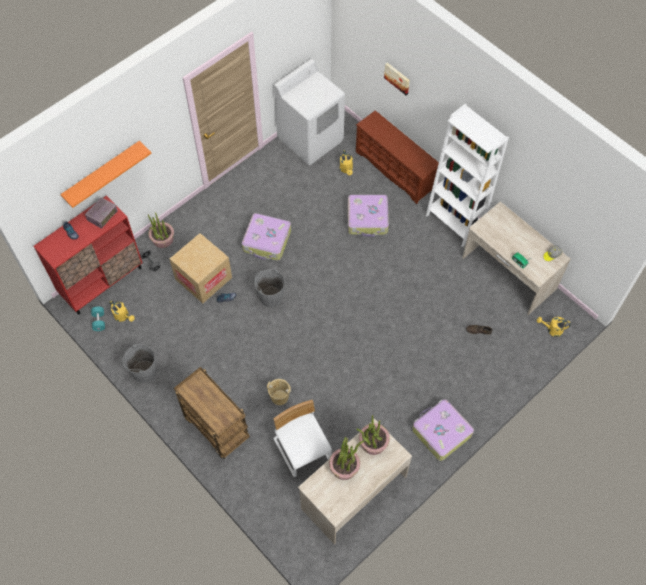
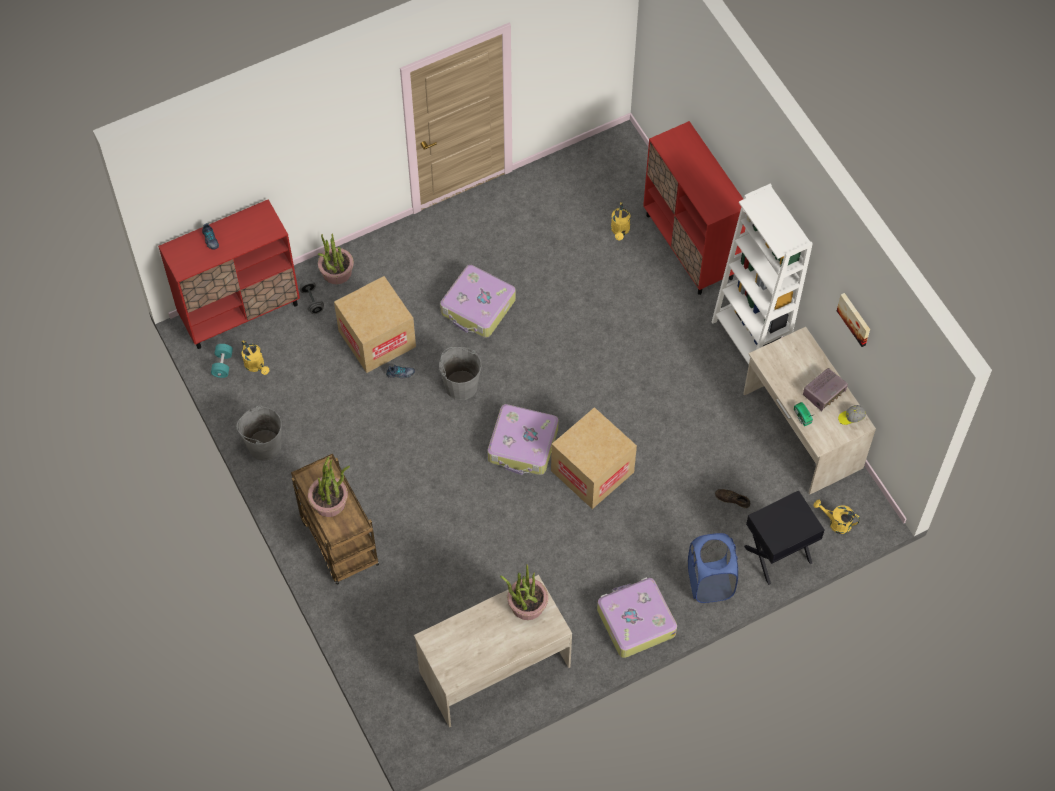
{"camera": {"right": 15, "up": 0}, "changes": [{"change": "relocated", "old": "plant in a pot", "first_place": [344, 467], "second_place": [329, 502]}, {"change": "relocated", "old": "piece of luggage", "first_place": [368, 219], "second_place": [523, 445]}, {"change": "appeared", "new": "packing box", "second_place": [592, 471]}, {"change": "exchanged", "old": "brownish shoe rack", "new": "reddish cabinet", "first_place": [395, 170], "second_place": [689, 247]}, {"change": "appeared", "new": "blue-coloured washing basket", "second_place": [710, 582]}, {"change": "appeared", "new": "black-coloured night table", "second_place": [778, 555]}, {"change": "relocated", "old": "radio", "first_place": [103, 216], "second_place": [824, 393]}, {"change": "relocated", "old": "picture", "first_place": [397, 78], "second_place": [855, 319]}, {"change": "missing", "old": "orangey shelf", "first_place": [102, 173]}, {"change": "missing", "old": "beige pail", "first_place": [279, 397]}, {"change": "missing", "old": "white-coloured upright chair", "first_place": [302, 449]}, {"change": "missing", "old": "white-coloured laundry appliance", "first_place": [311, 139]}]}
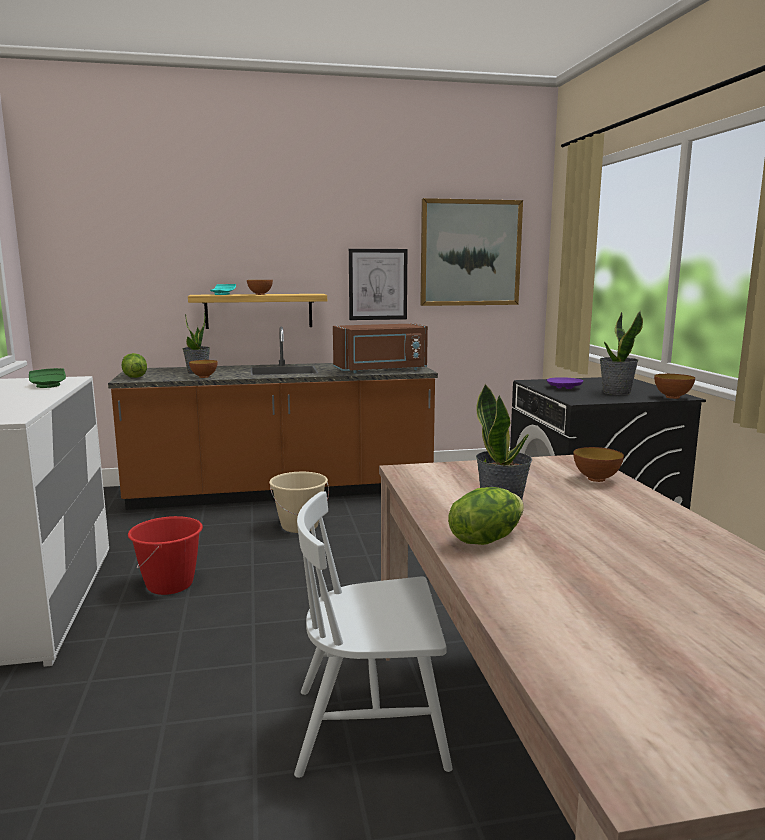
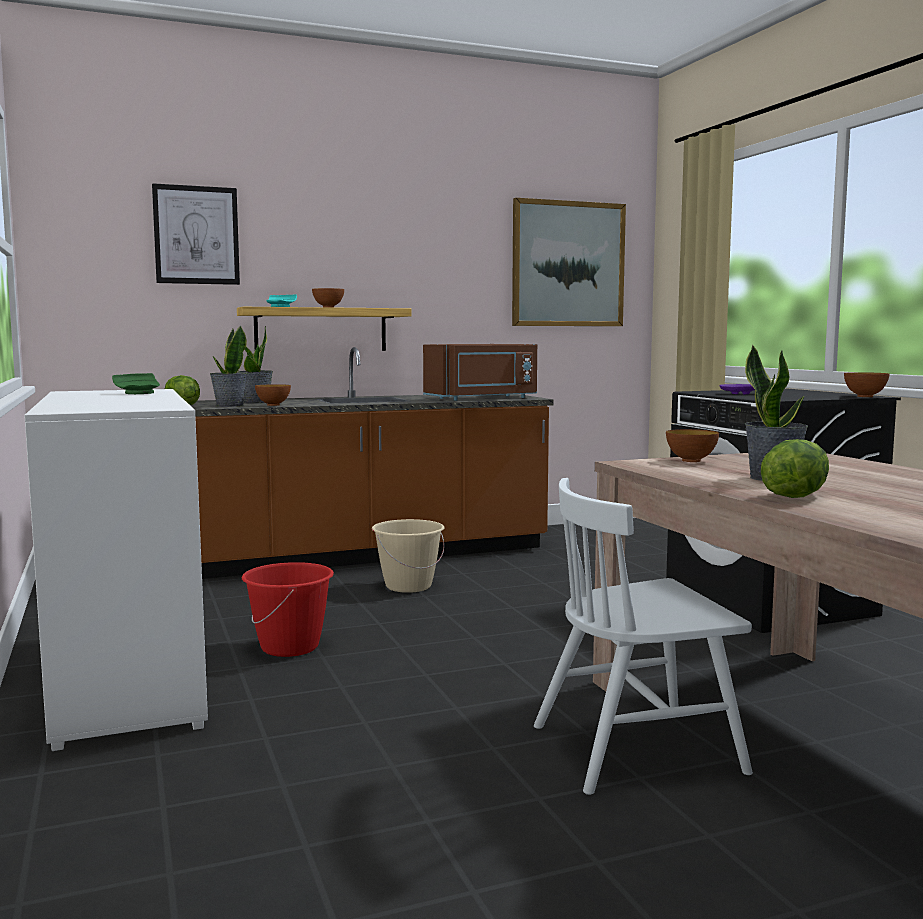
{"camera": {"right": -10, "up": -5}, "changes": [{"change": "relocated", "old": "picture", "first_place": [378, 284], "second_place": [196, 235]}, {"change": "relocated", "old": "plant in a pot", "first_place": [616, 392], "second_place": [229, 406]}, {"change": "relocated", "old": "serving bowl", "first_place": [596, 479], "second_place": [691, 461]}]}
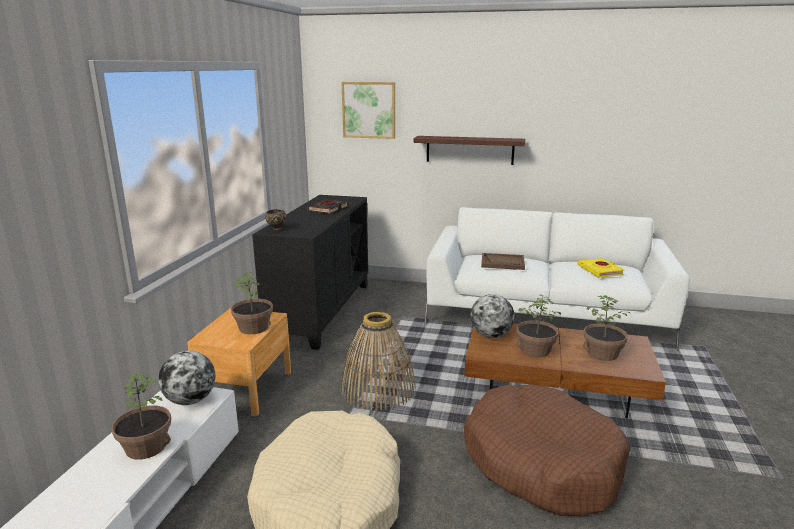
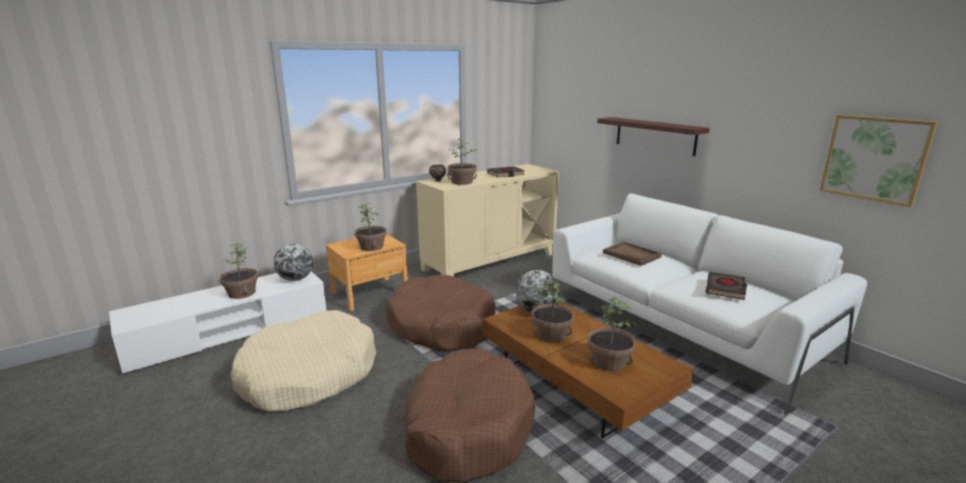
{"camera": {"right": 40, "up": 0}, "changes": [{"change": "exchanged", "old": "storage basket", "new": "brownish dog cushion", "first_place": [378, 389], "second_place": [441, 325]}, {"change": "colour", "old": "black-coloured cabinet", "new": "beige cabinet", "first_place": [320, 311], "second_place": [489, 261]}, {"change": "appeared", "new": "plant in a pot", "second_place": [462, 182]}, {"change": "colour", "old": "yellow bound book", "new": "black-coloured bound book", "first_place": [600, 270], "second_place": [725, 289]}, {"change": "relocated", "old": "picture", "first_place": [369, 110], "second_place": [874, 158]}]}
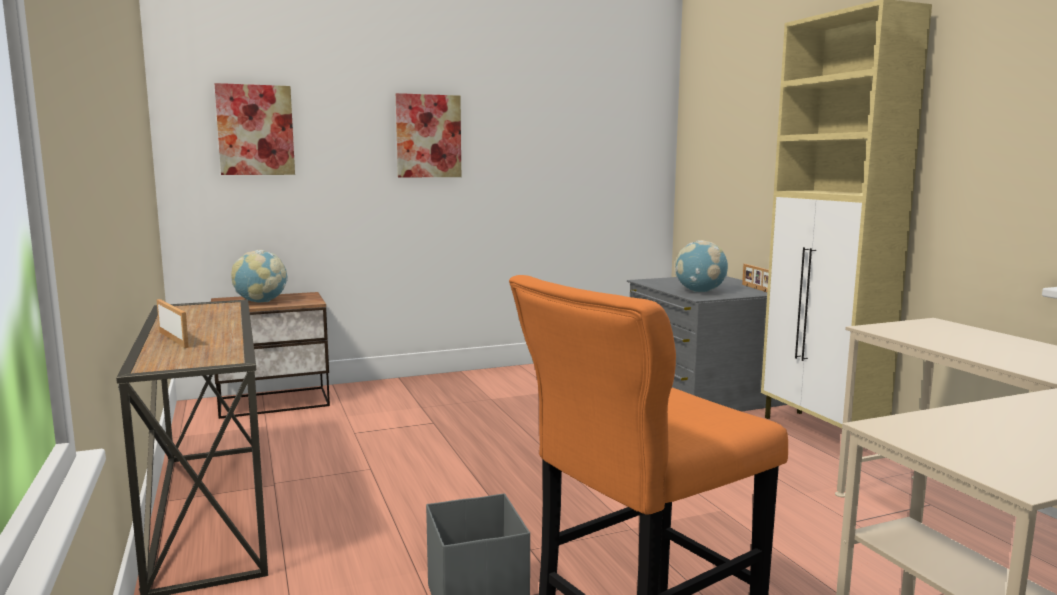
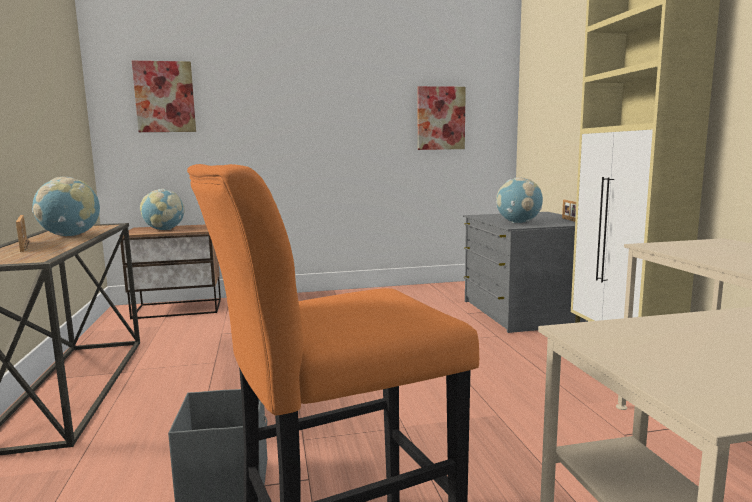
{"camera": {"right": 10, "up": 0}, "changes": [{"change": "appeared", "new": "globe", "second_place": [70, 236]}, {"change": "relocated", "old": "picture", "first_place": [428, 136], "second_place": [440, 118]}]}
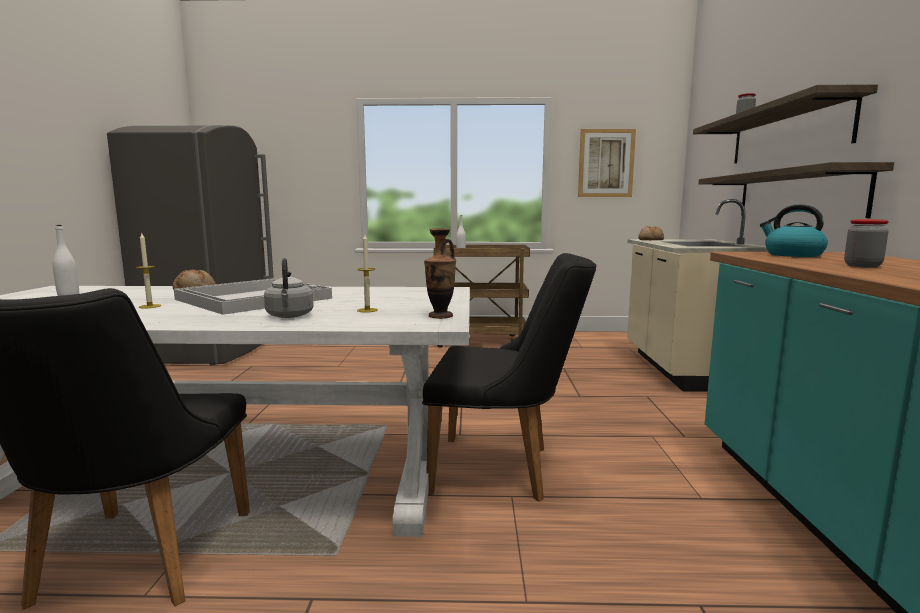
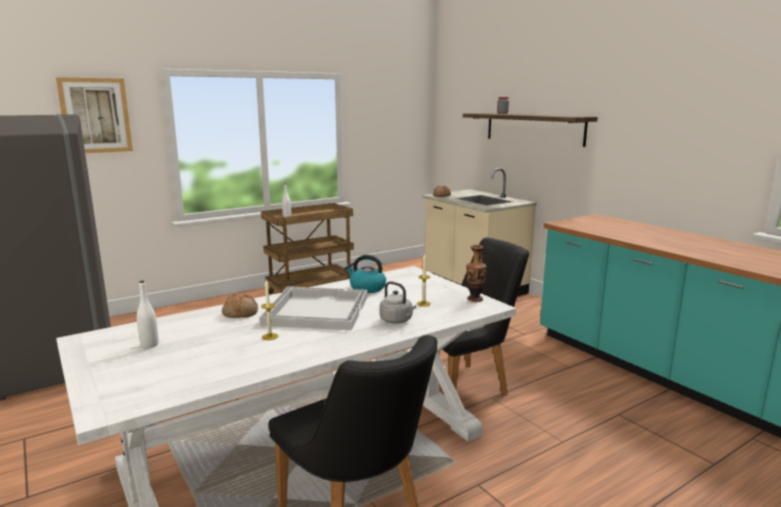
{"camera": {"right": -35, "up": 5}, "changes": [{"change": "relocated", "old": "picture", "first_place": [606, 163], "second_place": [95, 115]}, {"change": "relocated", "old": "water kettle", "first_place": [792, 255], "second_place": [367, 288]}, {"change": "missing", "old": "shelf", "first_place": [796, 194]}, {"change": "missing", "old": "preserve jar", "first_place": [862, 266]}]}
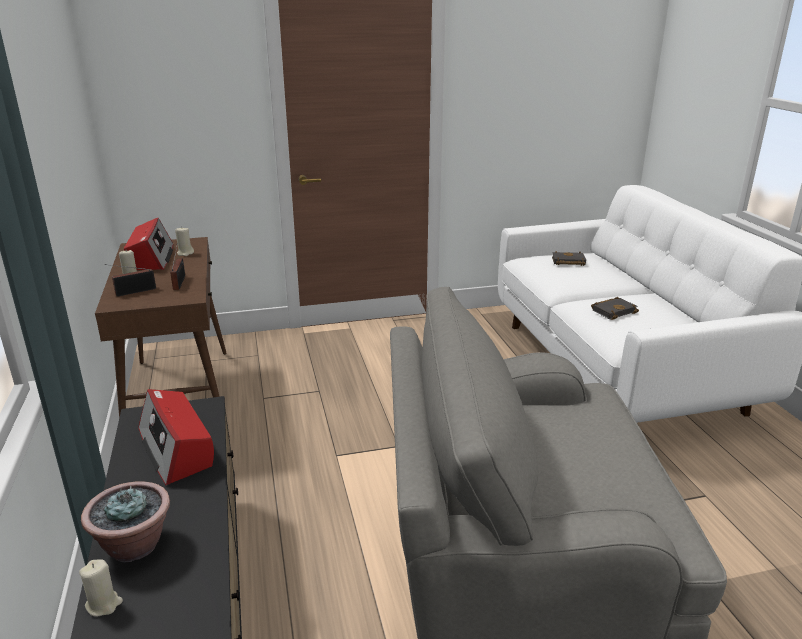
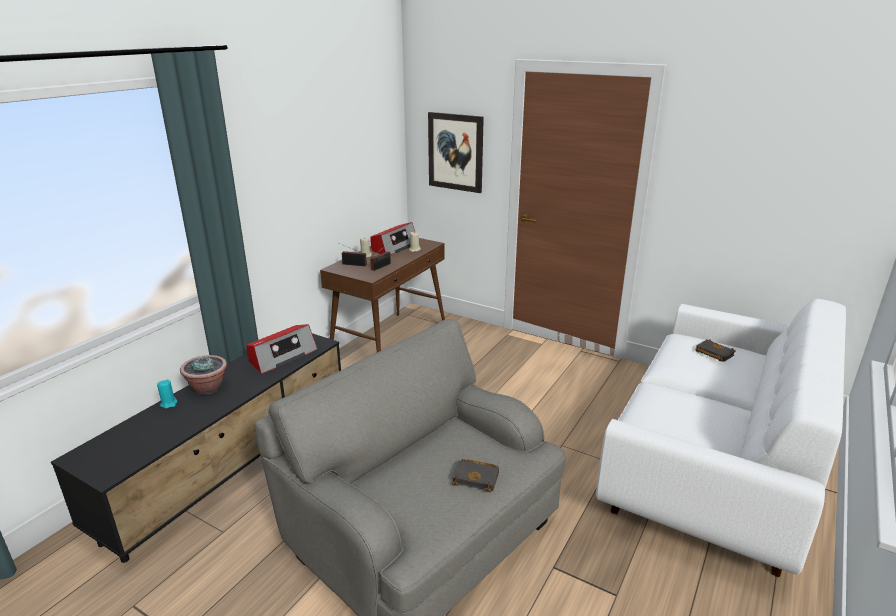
{"camera": {"right": 45, "up": 0}, "changes": [{"change": "colour", "old": "beige wax candle", "new": "blue-green wax candle", "first_place": [104, 604], "second_place": [169, 403]}, {"change": "spun", "old": "radio", "first_place": [176, 448], "second_place": [282, 356], "degrees": -150}, {"change": "appeared", "new": "picture", "second_place": [455, 152]}, {"change": "relocated", "old": "black-coloured bound book", "first_place": [613, 311], "second_place": [477, 477]}]}
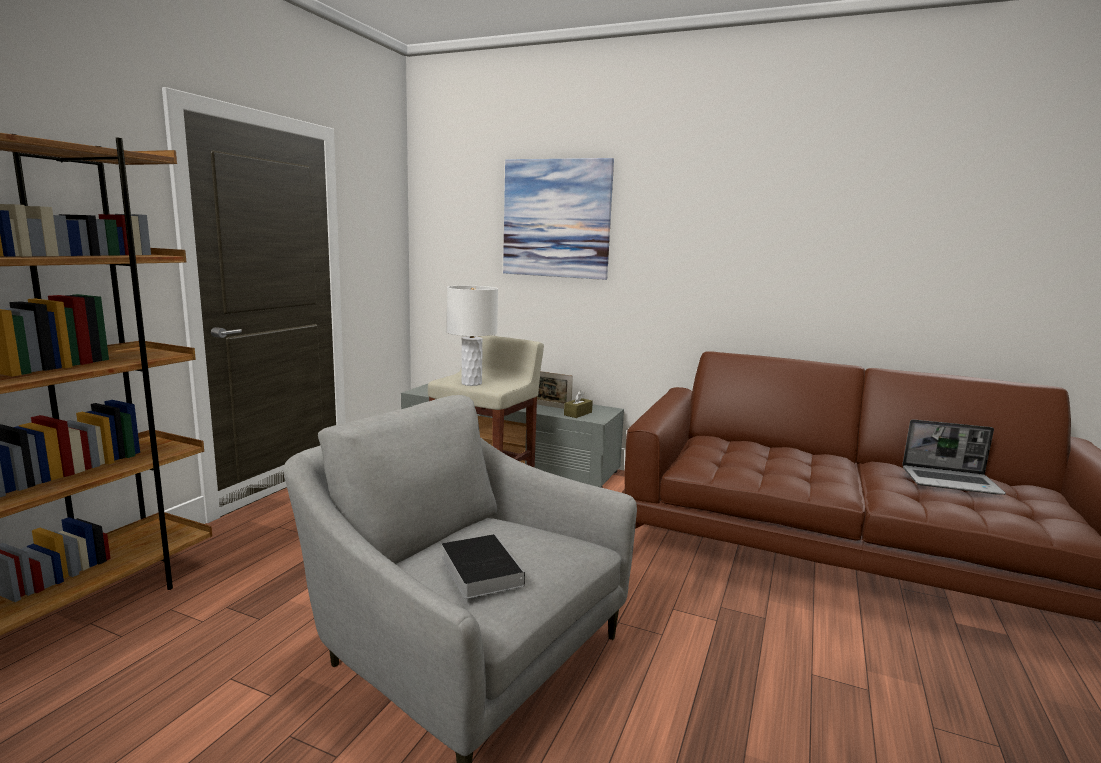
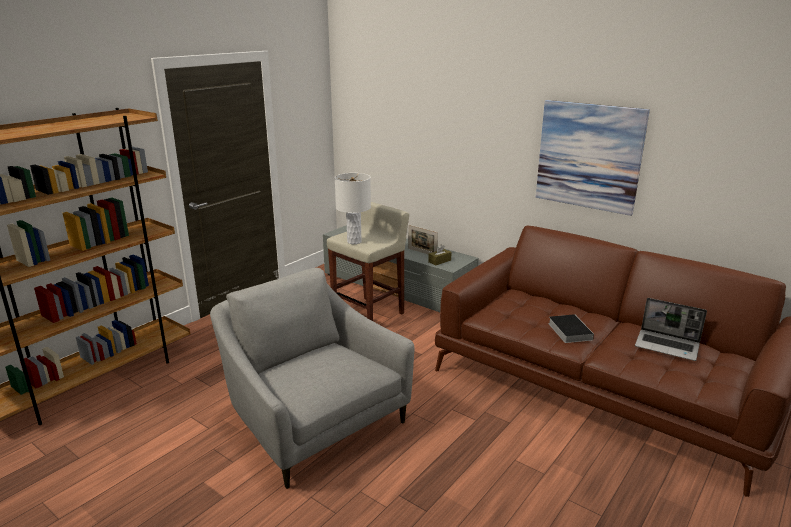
{"camera": {"right": 15, "up": 10}, "changes": [{"change": "relocated", "old": "picture", "first_place": [556, 219], "second_place": [589, 156]}, {"change": "relocated", "old": "bound book", "first_place": [479, 569], "second_place": [568, 330]}]}
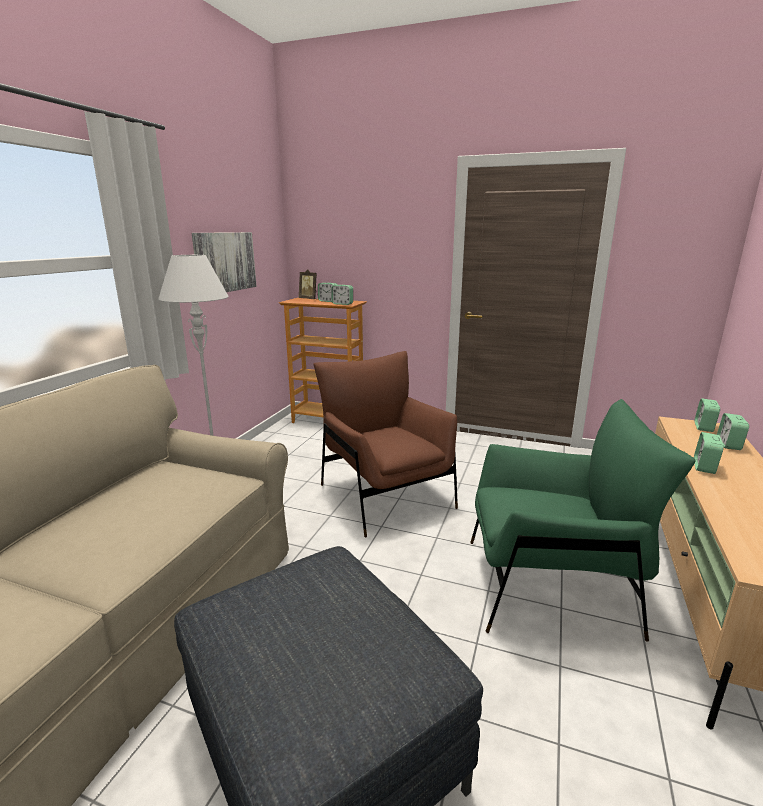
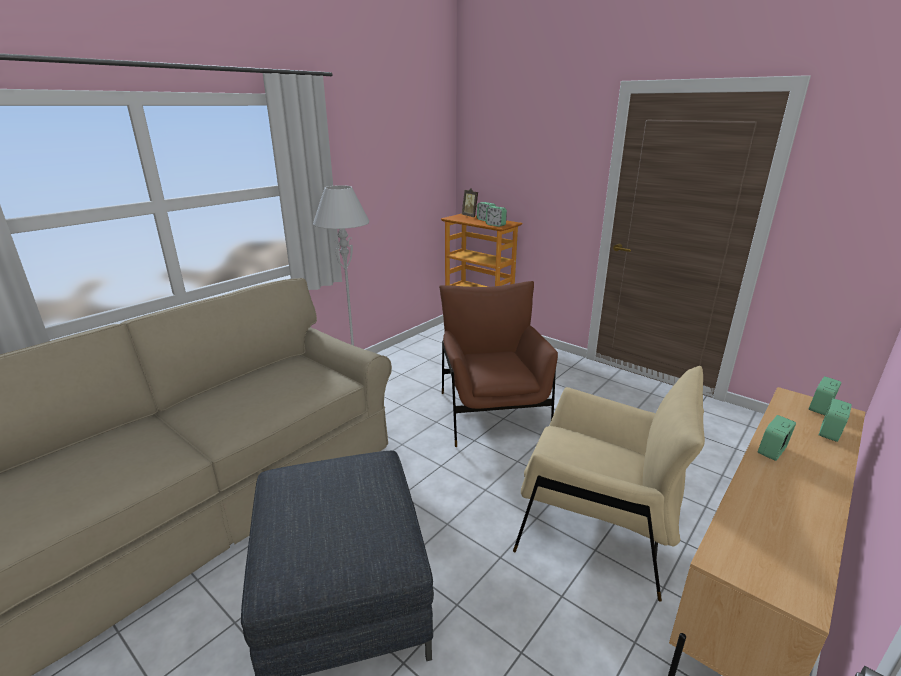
{"camera": {"right": 20, "up": 5}, "changes": [{"change": "colour", "old": "green-coloured armchair", "new": "beige armchair", "first_place": [550, 585], "second_place": [597, 528]}, {"change": "missing", "old": "picture", "first_place": [224, 262]}]}
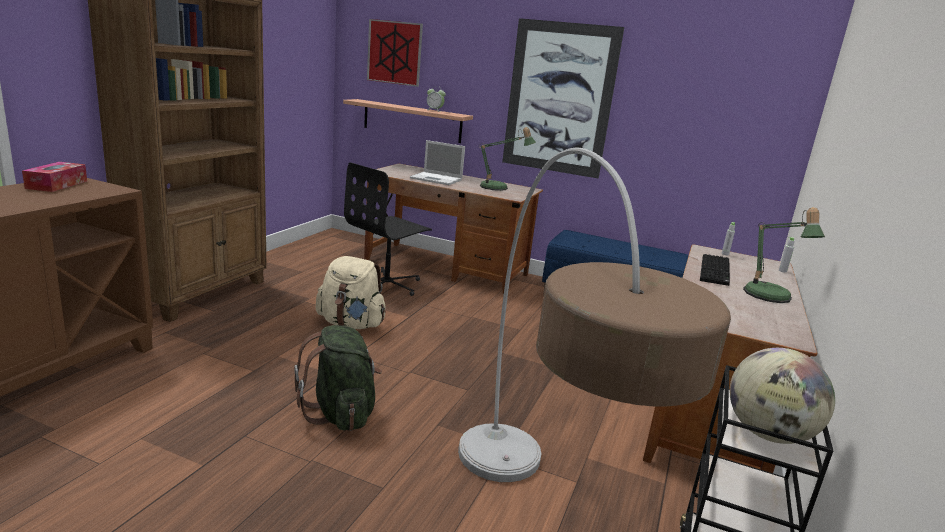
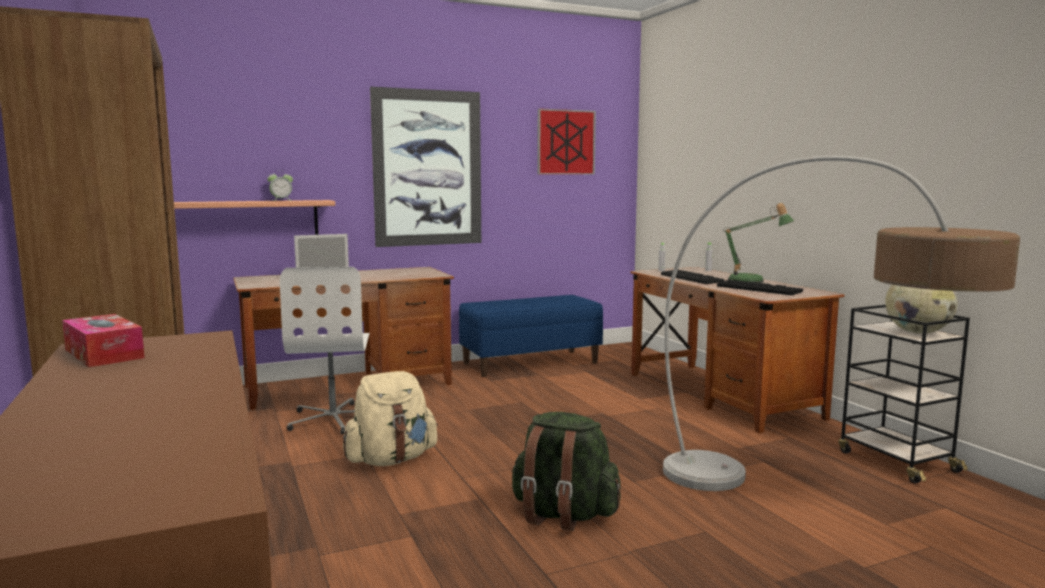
{"camera": {"right": -45, "up": -10}, "changes": [{"change": "colour", "old": "black-coloured office chair", "new": "white-coloured office chair", "first_place": [387, 284], "second_place": [334, 419]}, {"change": "relocated", "old": "picture", "first_place": [394, 52], "second_place": [566, 142]}, {"change": "appeared", "new": "computer keyboard", "second_place": [760, 289]}, {"change": "missing", "old": "table lamp", "first_place": [498, 188]}]}
